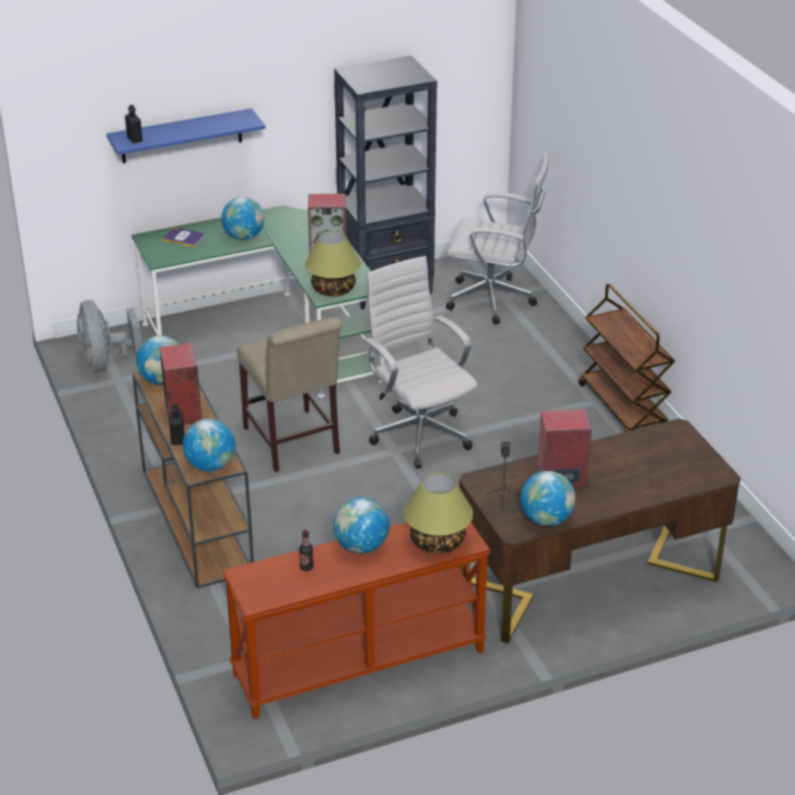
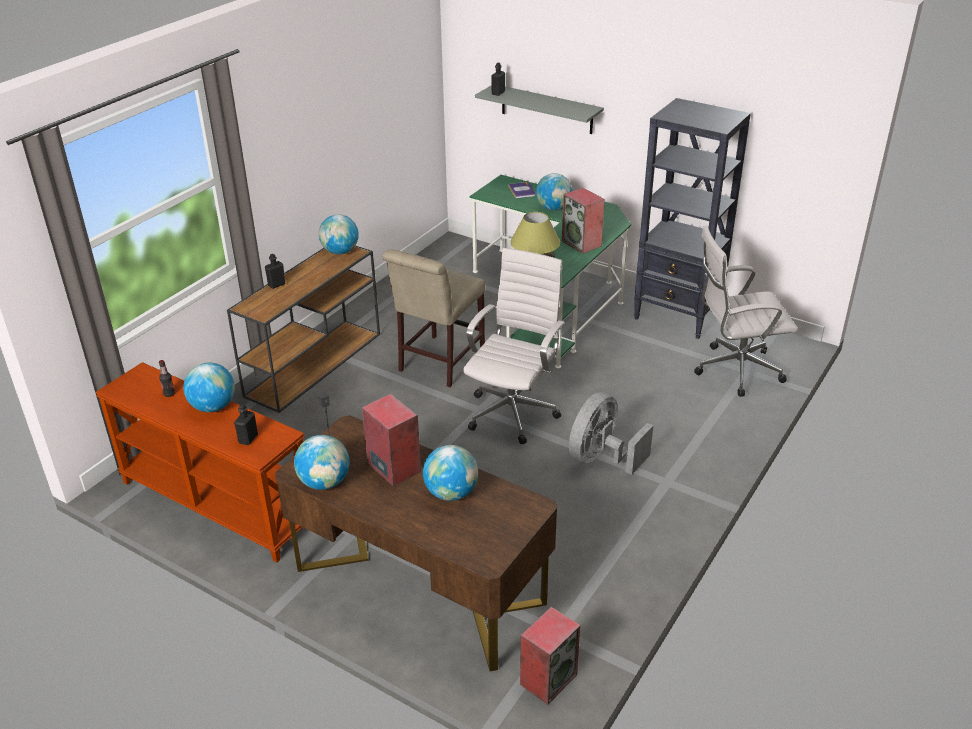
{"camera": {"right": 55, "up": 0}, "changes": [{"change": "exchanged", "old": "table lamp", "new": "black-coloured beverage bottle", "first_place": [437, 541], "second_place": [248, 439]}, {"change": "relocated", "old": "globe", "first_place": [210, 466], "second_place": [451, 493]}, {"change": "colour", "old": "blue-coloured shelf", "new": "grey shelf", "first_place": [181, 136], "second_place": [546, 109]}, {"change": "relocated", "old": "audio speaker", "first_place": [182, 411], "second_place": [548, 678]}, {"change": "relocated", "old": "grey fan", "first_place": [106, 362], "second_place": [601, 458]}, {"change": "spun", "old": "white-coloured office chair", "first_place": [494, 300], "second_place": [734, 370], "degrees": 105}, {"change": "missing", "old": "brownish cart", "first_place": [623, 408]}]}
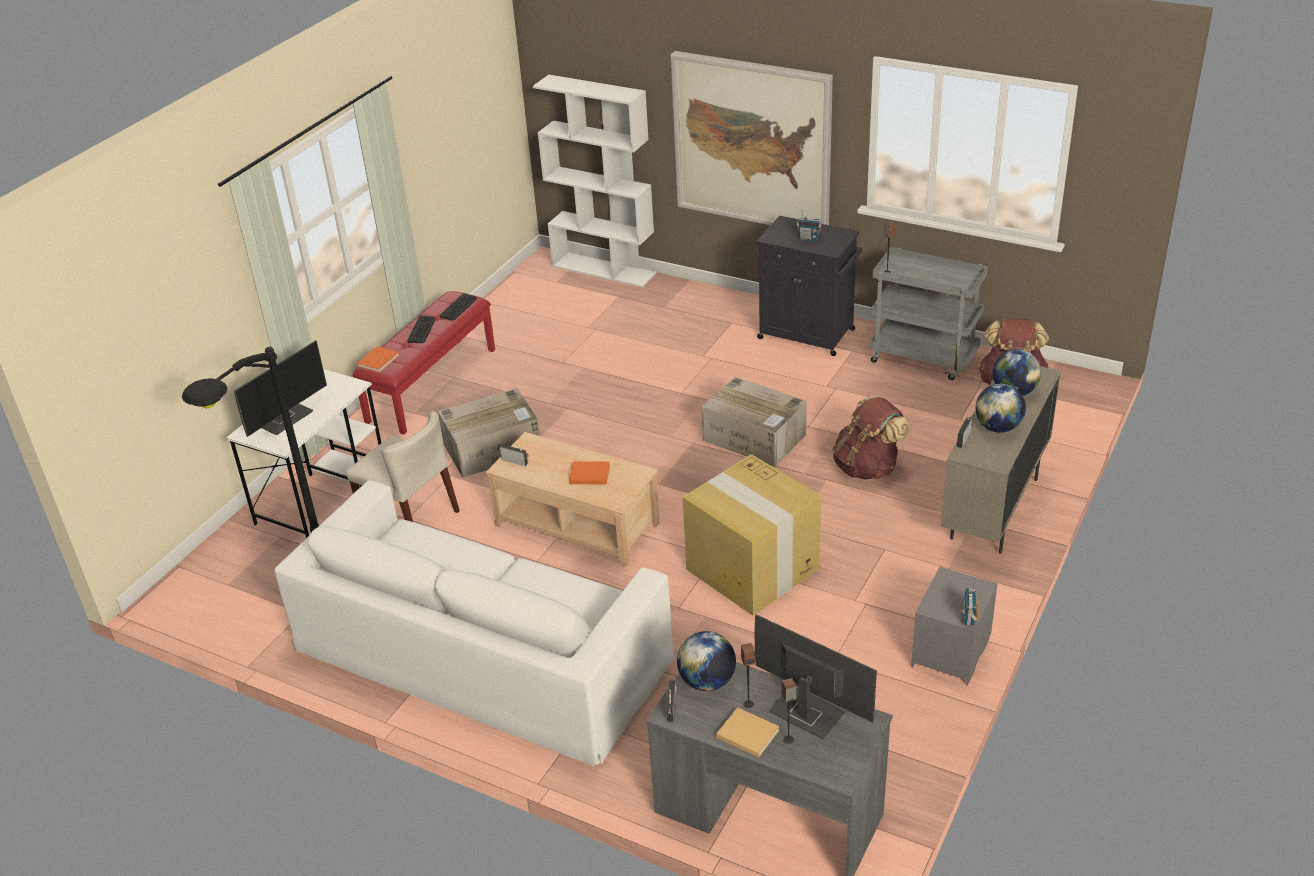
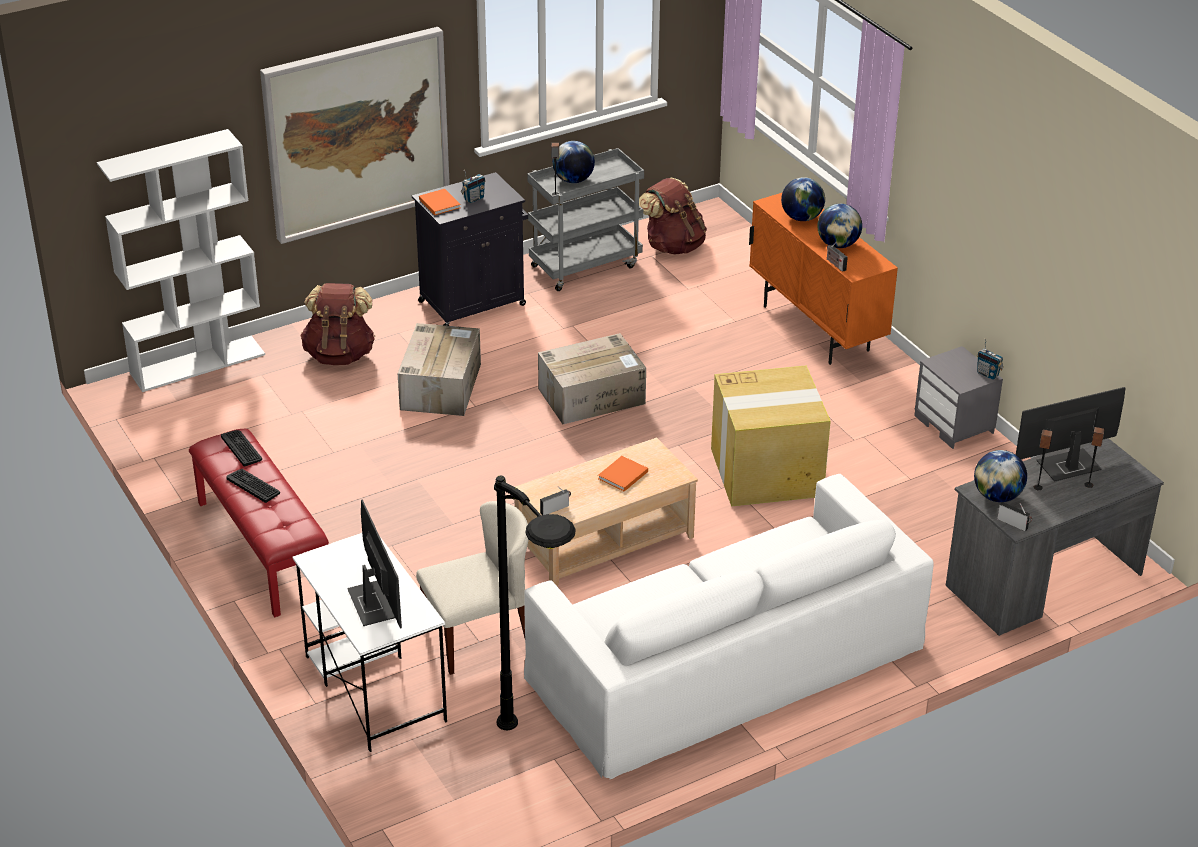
{"camera": {"right": -60, "up": 0}, "changes": [{"change": "relocated", "old": "brownish knapsack", "first_place": [868, 467], "second_place": [340, 354]}, {"change": "relocated", "old": "packing box", "first_place": [493, 448], "second_place": [441, 386]}, {"change": "relocated", "old": "orangey bound book", "first_place": [379, 360], "second_place": [439, 203]}, {"change": "appeared", "new": "globe", "second_place": [573, 180]}, {"change": "colour", "old": "beige cabinet", "new": "orangey cabinet", "first_place": [994, 509], "second_place": [816, 329]}, {"change": "missing", "old": "beige bound book", "first_place": [746, 733]}]}
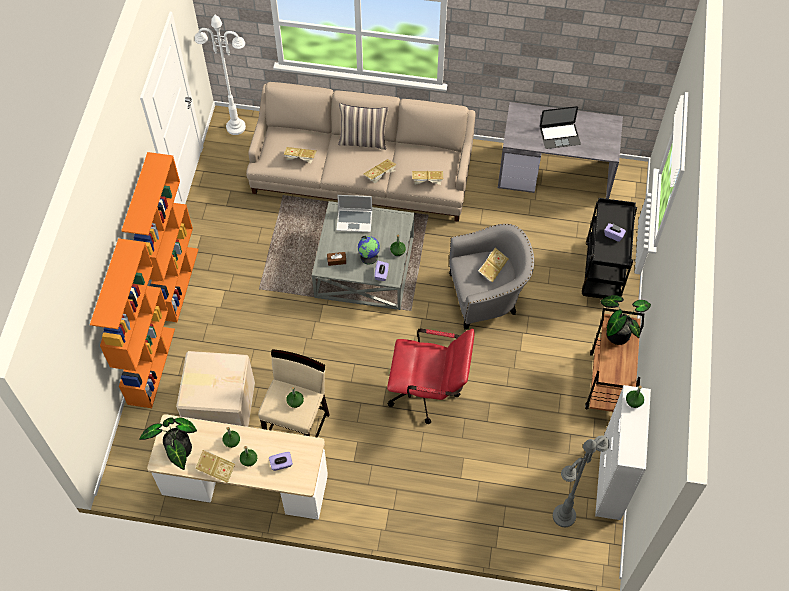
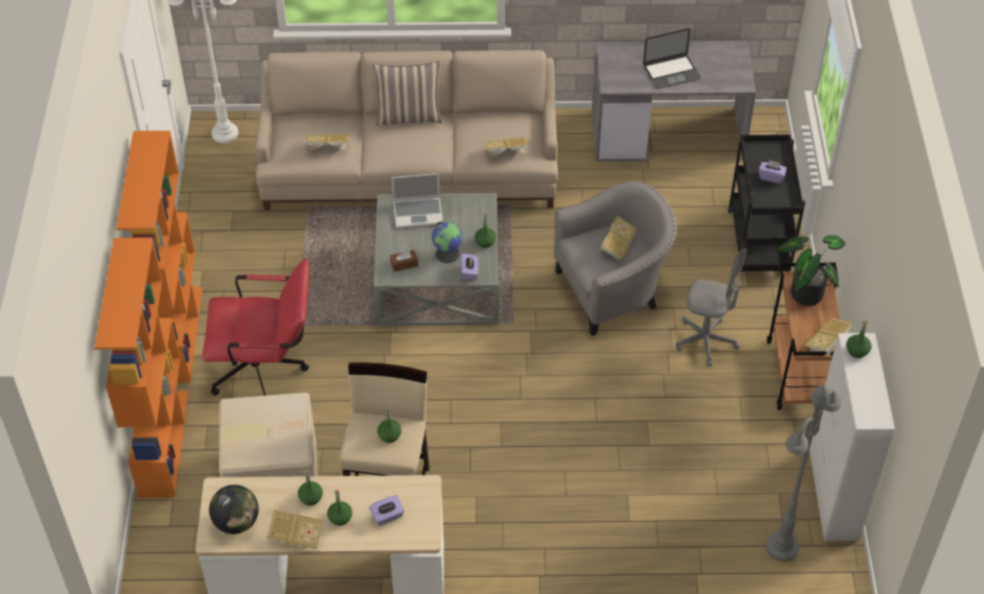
{"camera": {"right": -10, "up": -10}, "changes": [{"change": "relocated", "old": "reddish office chair", "first_place": [429, 392], "second_place": [266, 371]}, {"change": "exchanged", "old": "plant in a pot", "new": "globe", "first_place": [178, 452], "second_place": [236, 522]}, {"change": "appeared", "new": "grey office chair", "second_place": [705, 341]}, {"change": "relocated", "old": "bound book", "first_place": [380, 175], "second_place": [827, 343]}]}
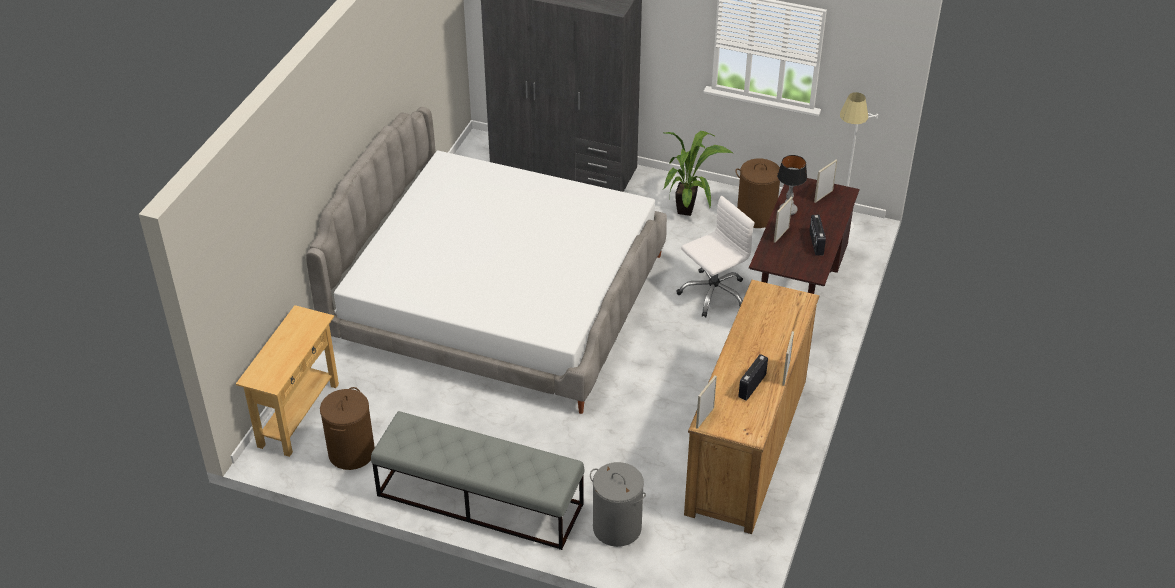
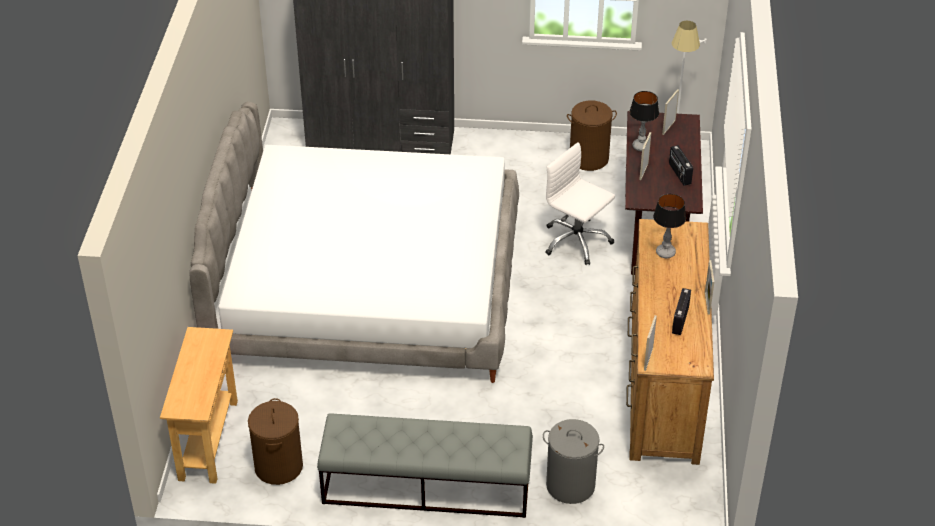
{"camera": {"right": -15, "up": 0}, "changes": [{"change": "spun", "old": "white-coloured office chair", "first_place": [713, 293], "second_place": [576, 241], "degrees": -90}, {"change": "appeared", "new": "table lamp", "second_place": [665, 253]}, {"change": "missing", "old": "plant in a pot", "first_place": [689, 211]}]}
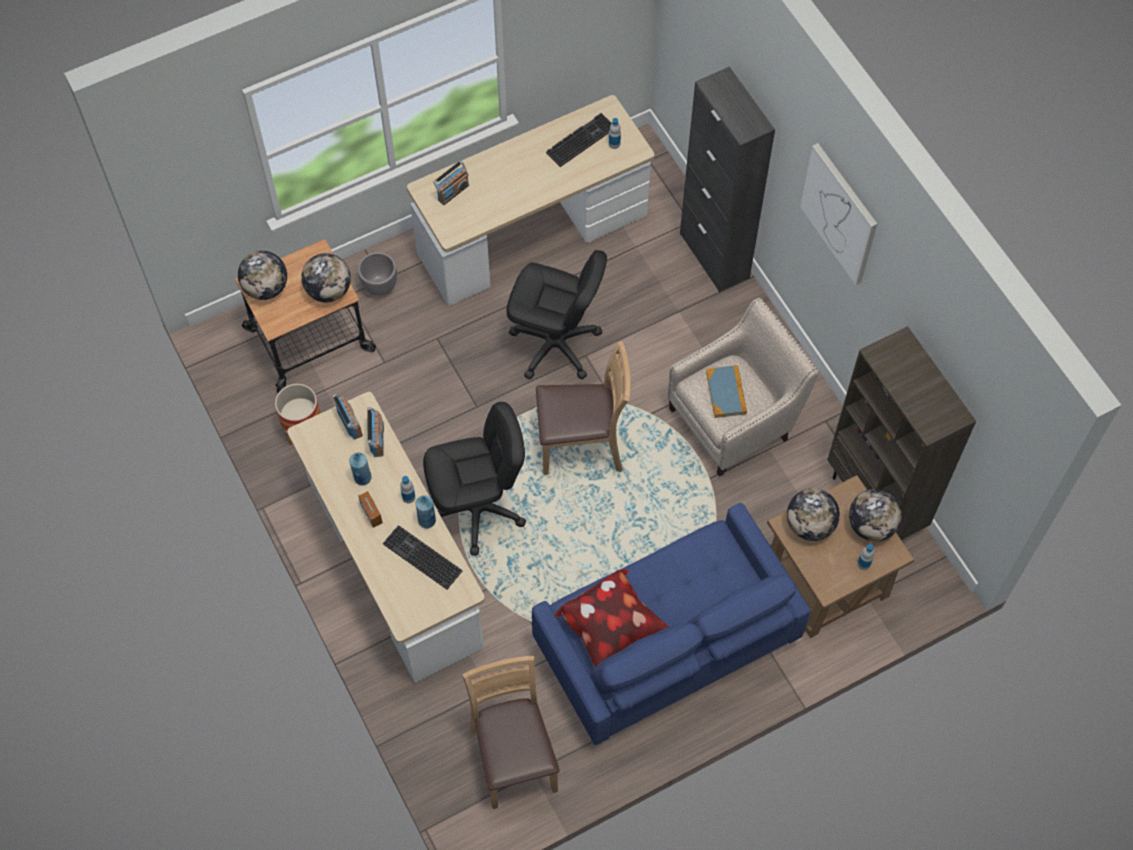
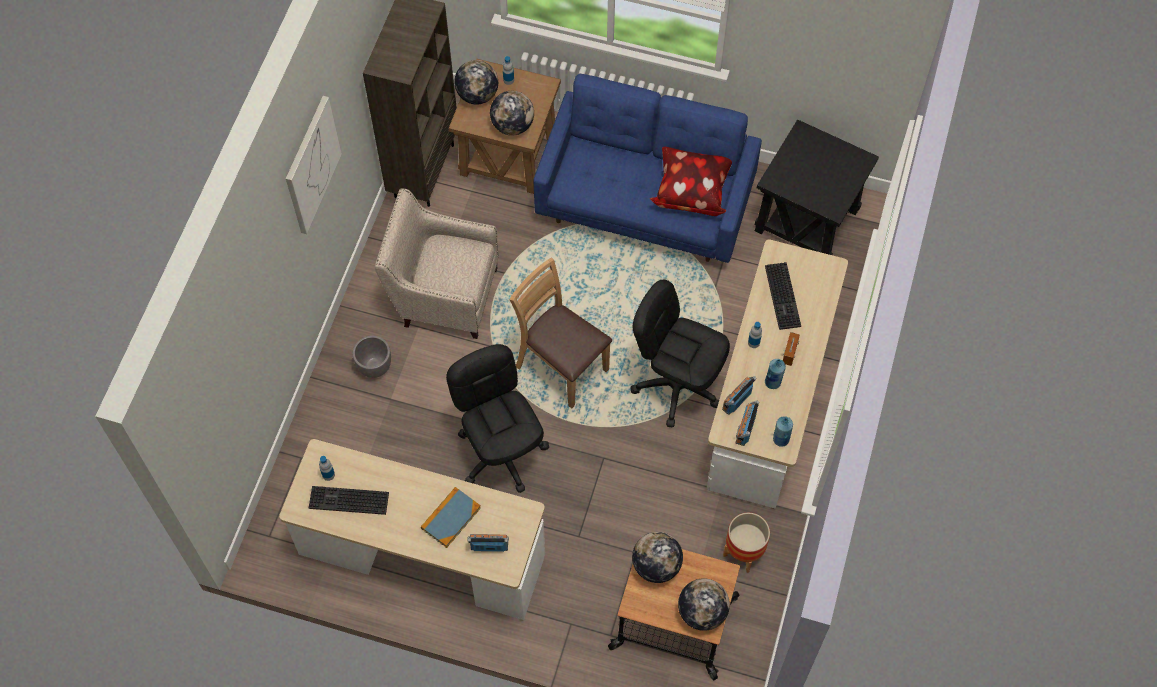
{"camera": {"right": -135, "up": 0}, "changes": [{"change": "relocated", "old": "grey plant pot", "first_place": [379, 286], "second_place": [374, 367]}, {"change": "relocated", "old": "bound book", "first_place": [726, 393], "second_place": [450, 518]}, {"change": "exchanged", "old": "brownish upright chair", "new": "black-coloured end table", "first_place": [514, 758], "second_place": [805, 220]}, {"change": "relocated", "old": "blue-coloured beverage bottle", "first_place": [427, 520], "second_place": [780, 439]}, {"change": "missing", "old": "black-coloured cabinet", "first_place": [714, 255]}]}
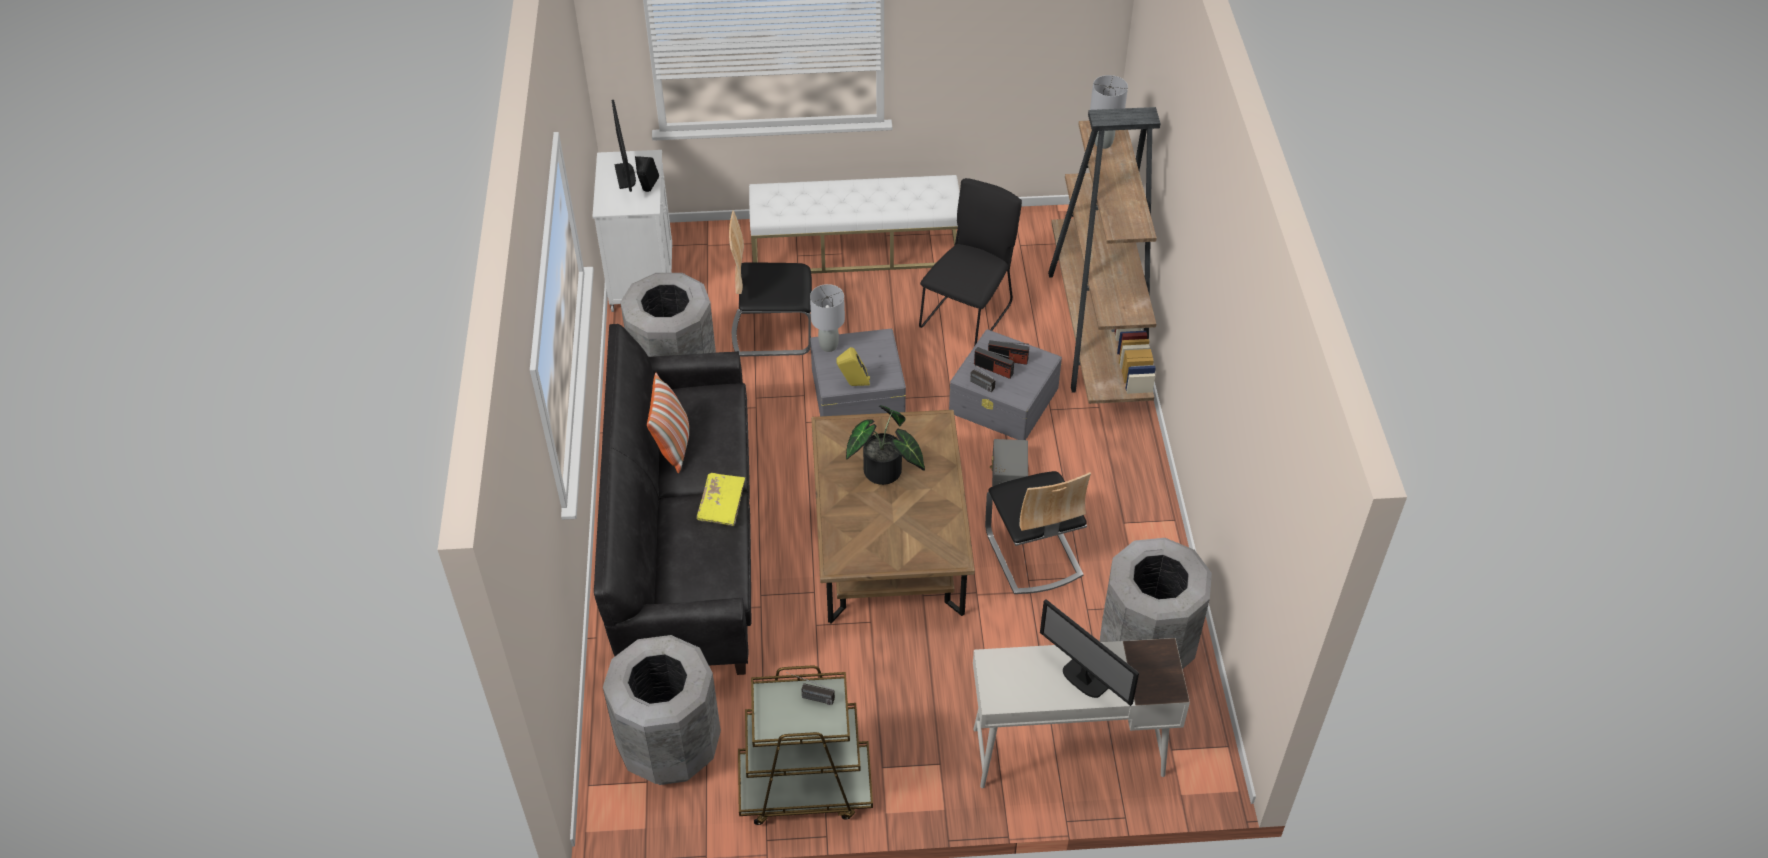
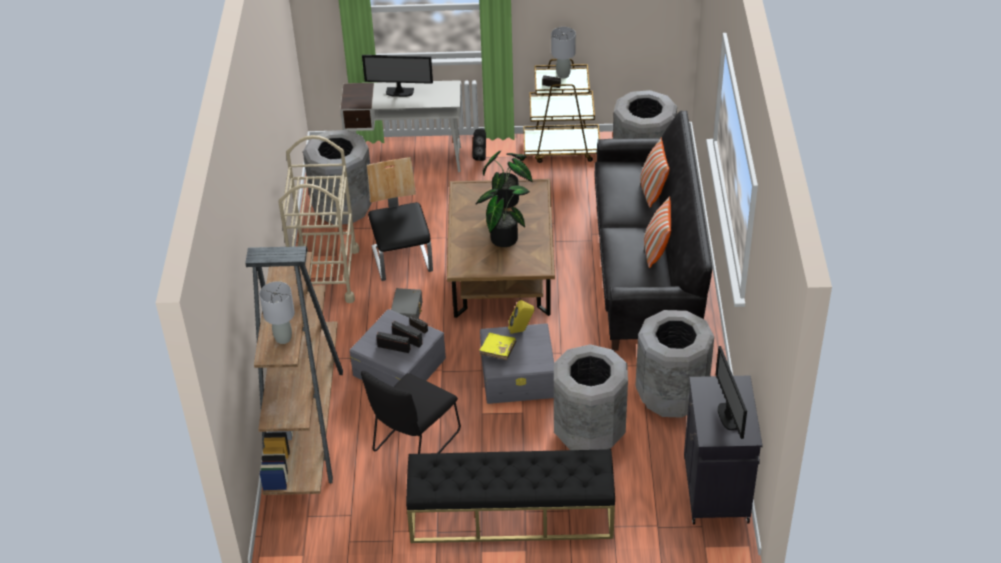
{"camera": {"right": -175, "up": -5}, "changes": [{"change": "appeared", "new": "beige cart", "second_place": [326, 275]}, {"change": "spun", "old": "computer screen", "first_place": [1083, 680], "second_place": [399, 92], "degrees": 135}, {"change": "colour", "old": "white-coloured indoor bench", "new": "black-coloured indoor bench", "first_place": [856, 249], "second_place": [511, 515]}, {"change": "relocated", "old": "black-coloured audio speaker", "first_place": [647, 190], "second_place": [481, 156]}, {"change": "relocated", "old": "yellow bound book", "first_place": [722, 505], "second_place": [497, 351]}, {"change": "appeared", "new": "plant in a pot", "second_place": [508, 199]}, {"change": "relocated", "old": "grey table lamp", "first_place": [828, 346], "second_place": [563, 75]}, {"change": "exchanged", "old": "upright chair", "new": "grey rubbish bin", "first_place": [773, 331], "second_place": [589, 431]}, {"change": "appeared", "new": "cushion", "second_place": [652, 191]}, {"change": "colour", "old": "white-coloured cabinet", "new": "black-coloured cabinet", "first_place": [642, 277], "second_place": [716, 491]}]}
